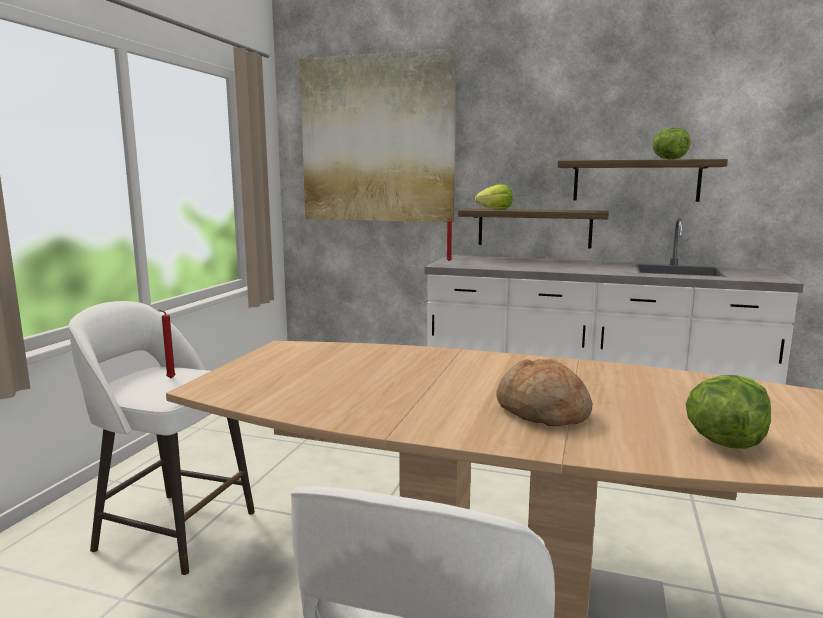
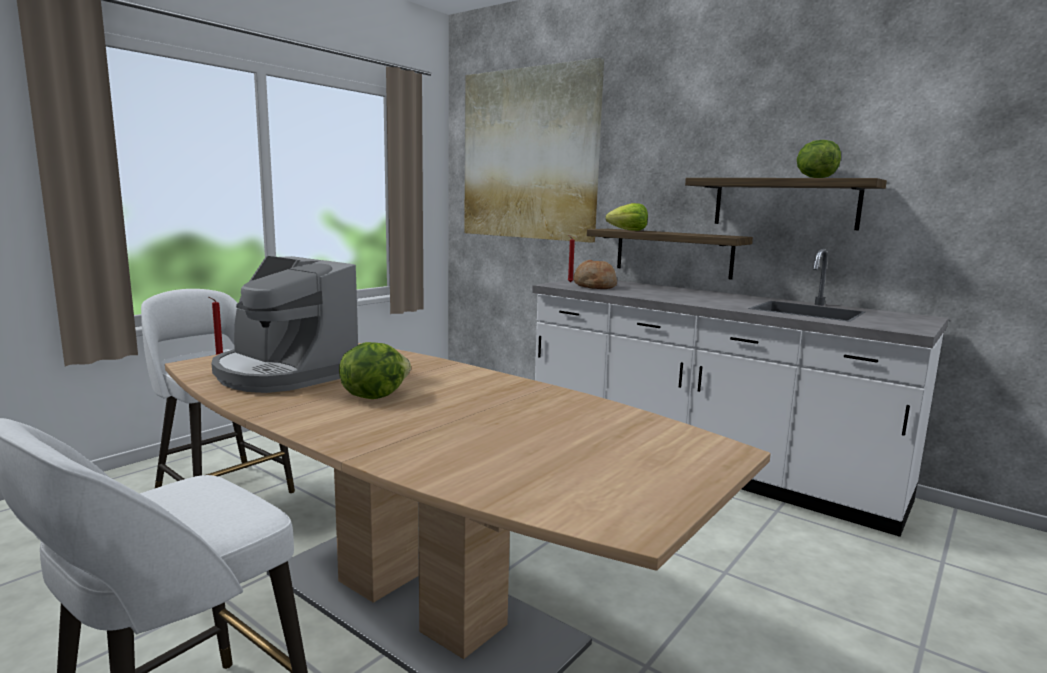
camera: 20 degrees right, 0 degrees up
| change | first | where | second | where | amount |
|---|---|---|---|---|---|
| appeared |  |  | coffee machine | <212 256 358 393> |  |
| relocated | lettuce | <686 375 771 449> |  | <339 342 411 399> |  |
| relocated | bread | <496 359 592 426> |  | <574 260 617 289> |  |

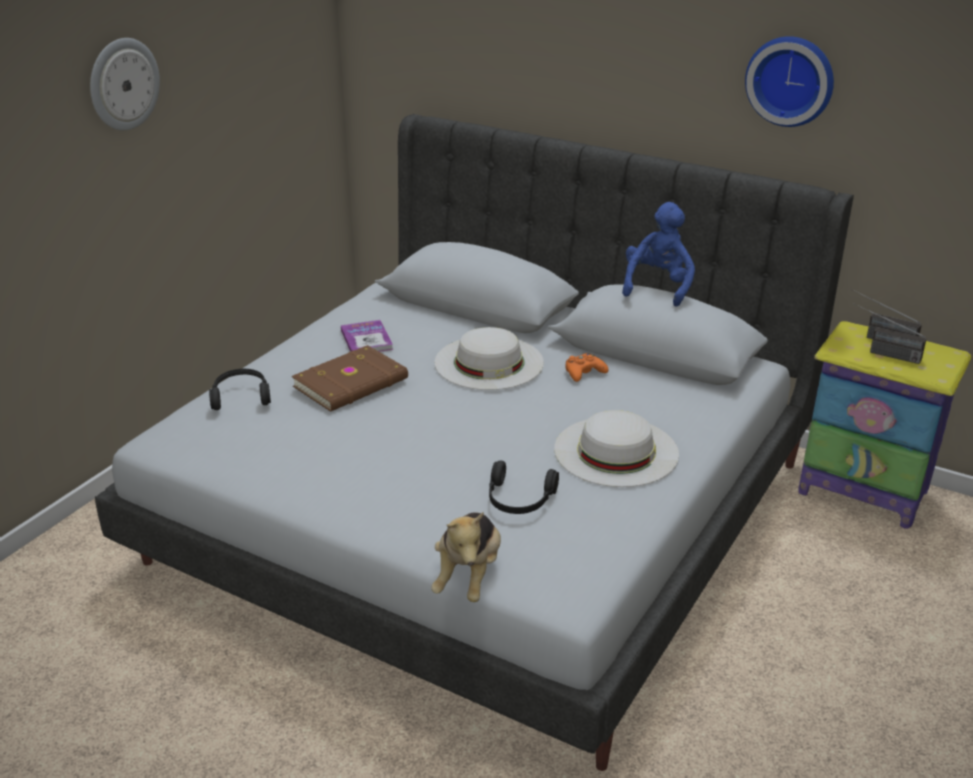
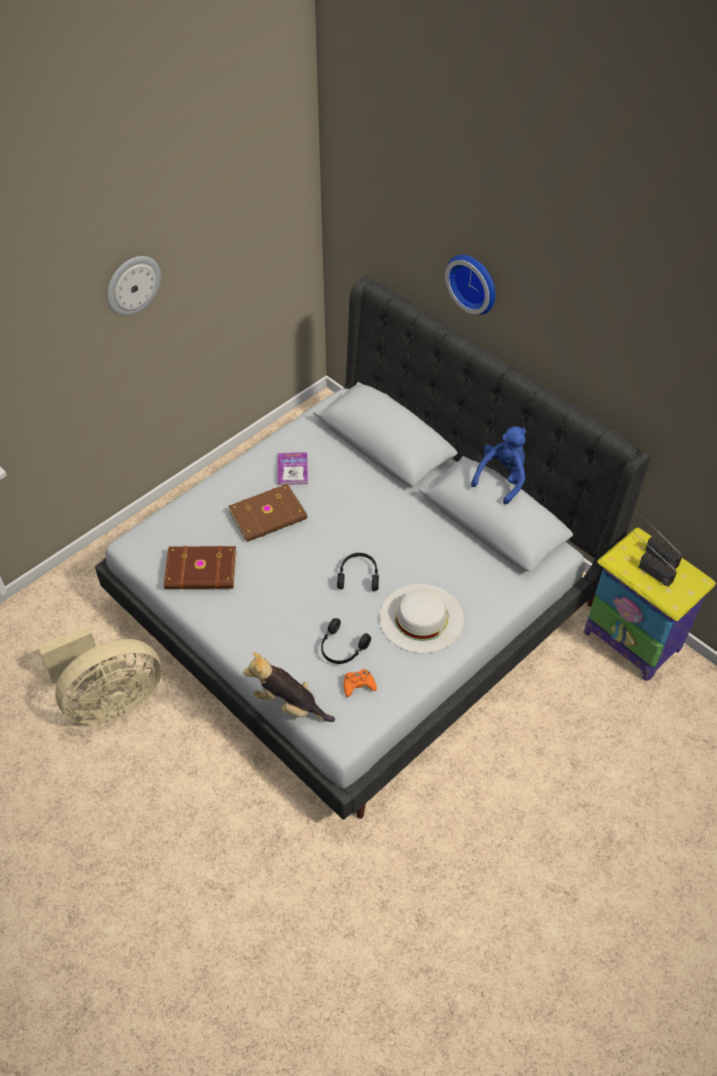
camera: 15 degrees right, 20 degrees up
| change | first | where | second | where | amount |
|---|---|---|---|---|---|
| appeared |  |  | beige fan | <38 626 162 724> |  |
| appeared |  |  | brown book | <164 546 237 589> |  |
| spun | plush toy | <431 511 501 602> |  | <243 652 335 722> | 90 degrees clockwise |
| relocated | black headphones | <209 369 271 410> |  | <337 553 379 591> |  |
| relocated | orange game controller | <565 353 609 382> |  | <344 669 377 697> |  |
| relocated | wall clock | <745 36 834 127> |  | <445 255 495 315> |  |
| missing | white hat | <435 327 544 390> |  |  |  |

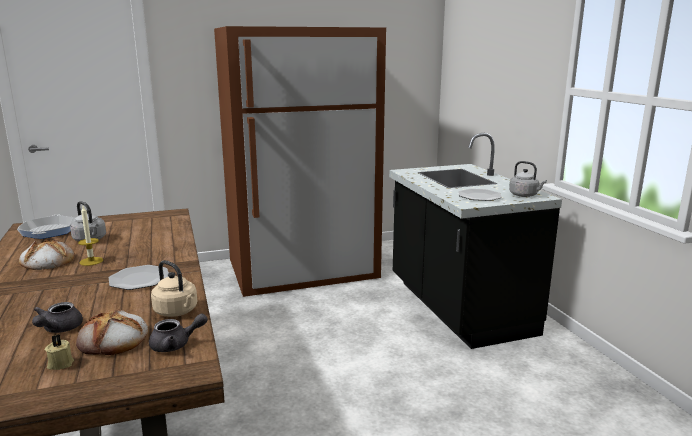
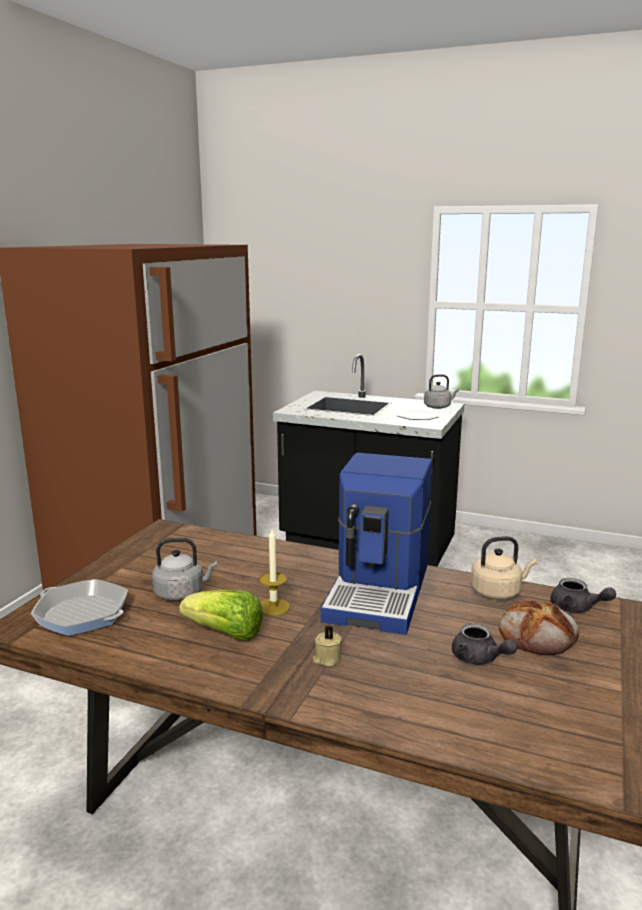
camera: 50 degrees left, 0 degrees up
| change | first | where | second | where | amount |
|---|---|---|---|---|---|
| exchanged | bread | <19 240 75 270> | lettuce | <179 590 263 641> |  |
| relocated | beige candle | <45 334 74 370> |  | <313 626 341 667> |  |
| exchanged | plate | <109 265 169 290> | coffee machine | <321 453 432 635> |  |
| spun | grey teapot | <149 314 208 352> |  | <551 578 616 613> | 105 degrees clockwise |

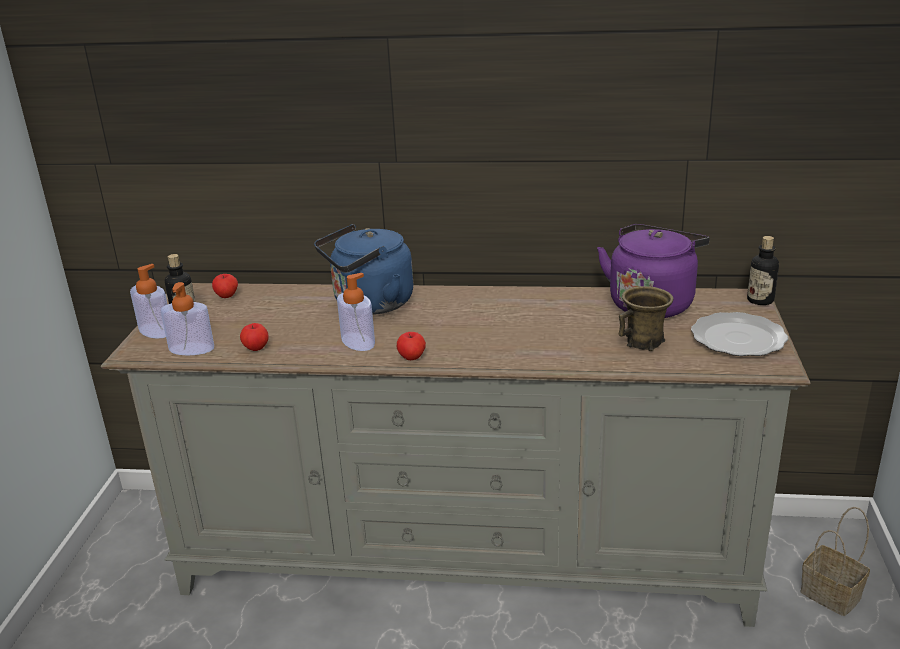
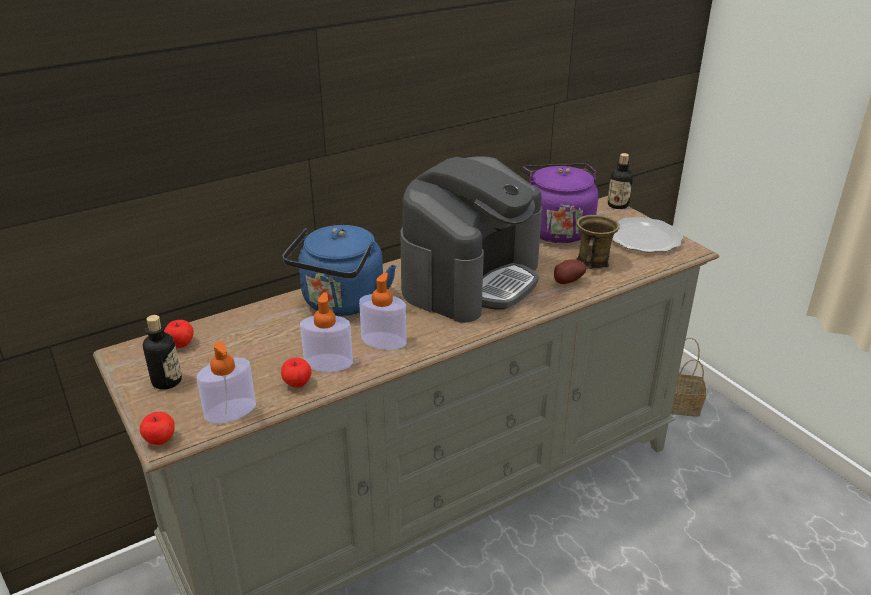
camera: 40 degrees left, 5 degrees up
| change | first | where | second | where | amount |
|---|---|---|---|---|---|
| relocated | apple | <396 332 426 360> |  | <140 412 175 445> |  |
| relocated | soap dispenser | <130 264 168 339> |  | <300 292 353 372> |  |
| appeared |  |  | coffee machine | <400 156 542 322> |  |
| appeared |  |  | potato | <554 259 587 284> |  |

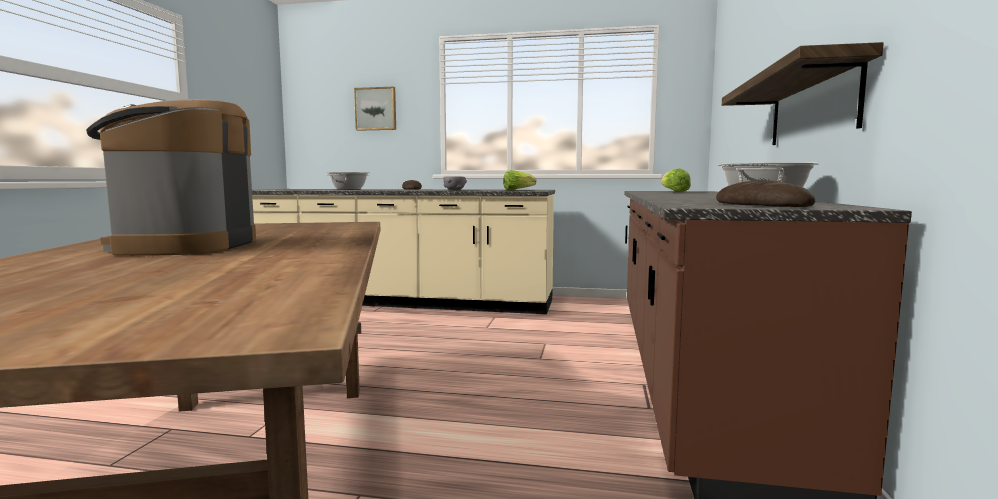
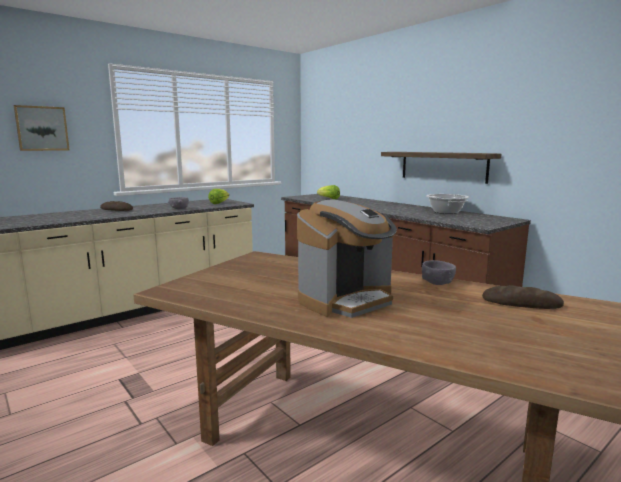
camera: 50 degrees left, 5 degrees up
| change | first | where | second | where | amount |
|---|---|---|---|---|---|
| spun | coffee machine | <86 99 256 256> |  | <297 199 397 318> | 75 degrees counterclockwise |
| appeared |  |  | grey bowl | <422 260 456 285> |  |
| relocated | bread | <716 181 815 207> |  | <482 285 564 309> |  |
| missing | cooking pot | <326 172 370 190> |  |  |  |

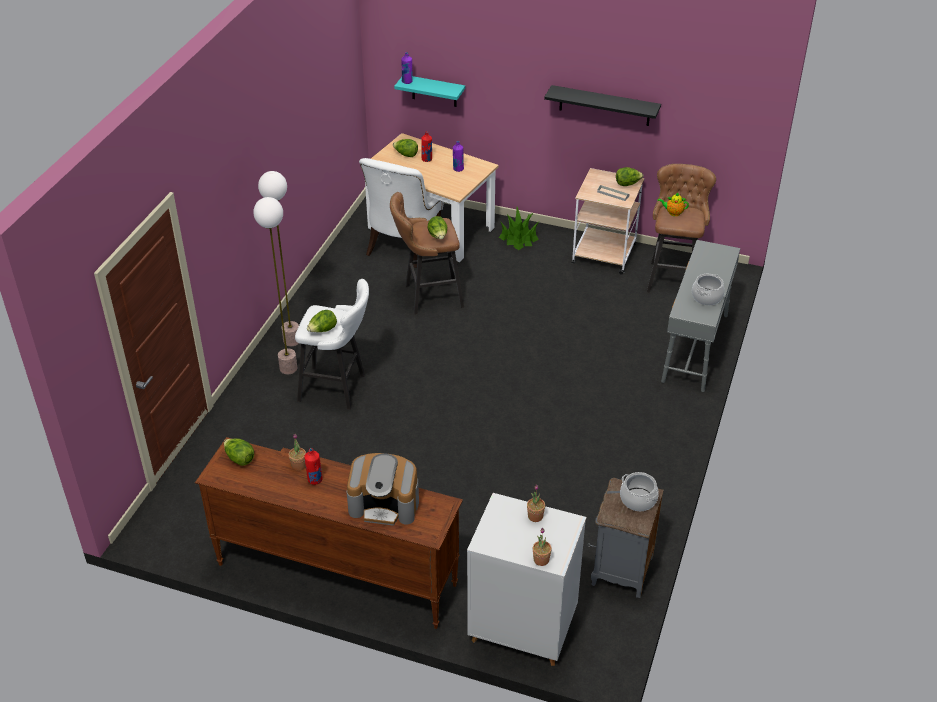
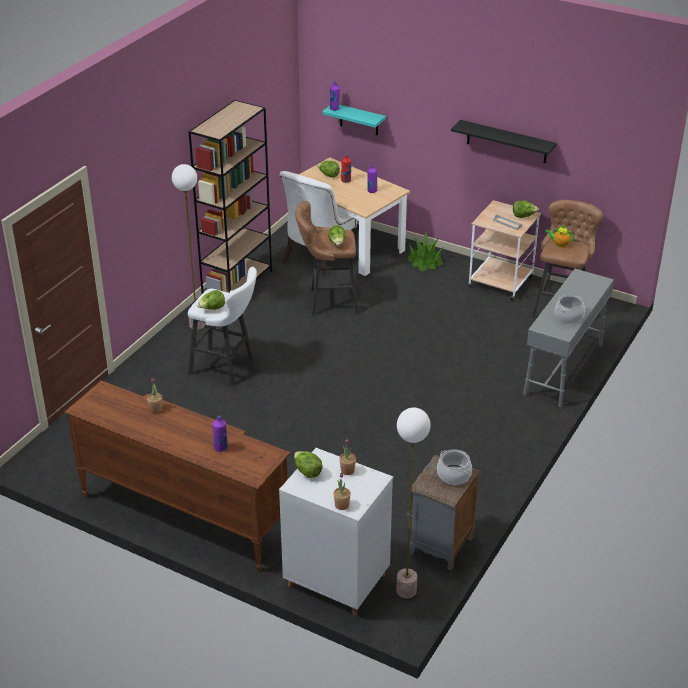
camera: 10 degrees right, 5 degrees down
| change | first | where | second | where | amount |
|---|---|---|---|---|---|
| appeared |  |  | beige bookcase | <189 100 272 294> |  |
| exchanged | coffee machine | <347 453 419 526> | purple bottle | <213 416 228 452> |  |
| relocated | lettuce | <224 438 254 466> |  | <294 451 322 478> |  |
| relocated | floor lamp | <253 197 297 374> |  | <396 408 431 598> |  |
| missing | red bottle | <304 448 322 485> |  |  |  |

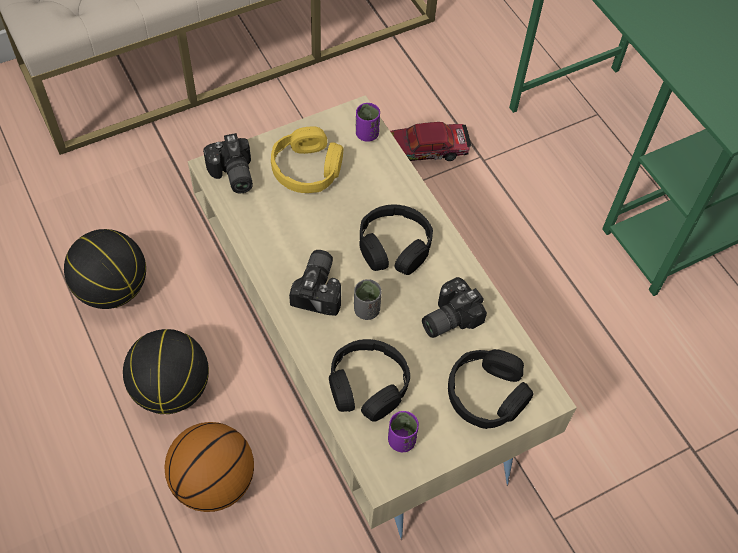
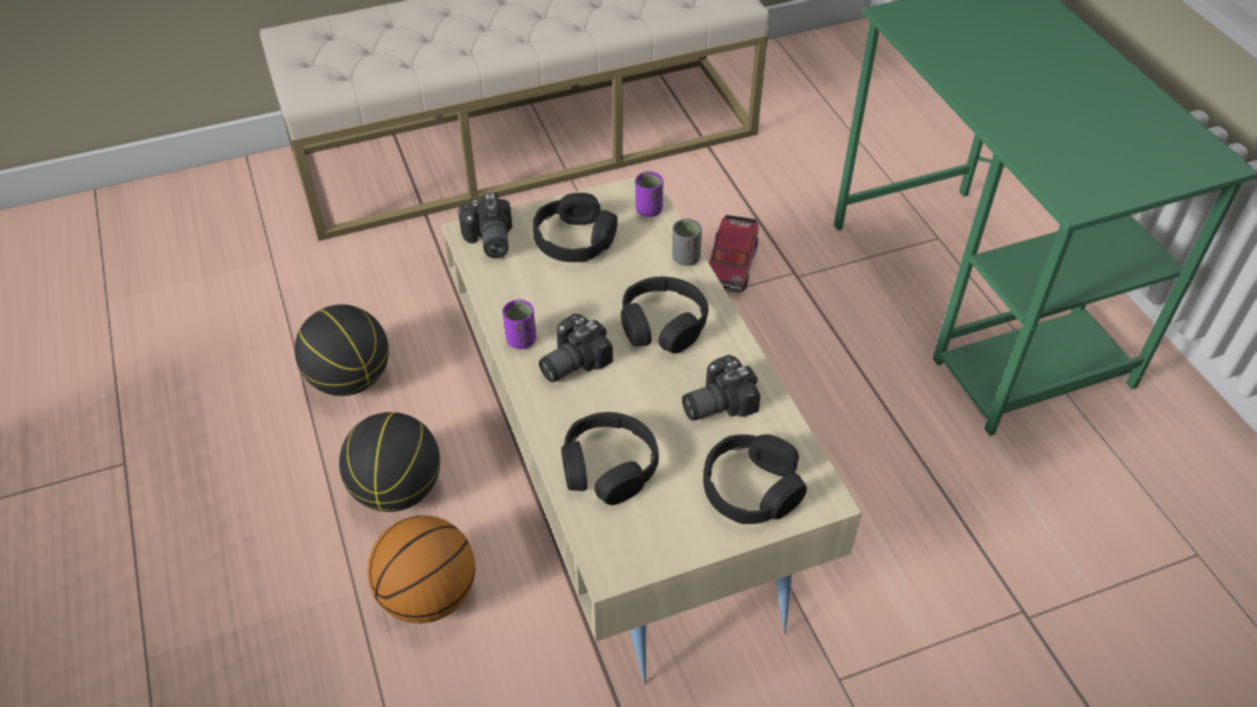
camera: 10 degrees right, 10 degrees down
| change | first | where | second | where | amount |
|---|---|---|---|---|---|
| relocated | purple cup | <388 411 419 452> |  | <502 299 536 349> |  |
| colour | yellow headphones | <271 126 343 193> | black headphones | <533 193 618 262> |  |
| spun | photo camera | <289 250 341 316> |  | <539 314 613 382> | 150 degrees counterclockwise |
| relocated | grey cup | <354 279 381 320> |  | <672 219 702 266> |  |
| spun | toy car | <390 122 471 161> |  | <709 215 759 293> | 75 degrees counterclockwise |

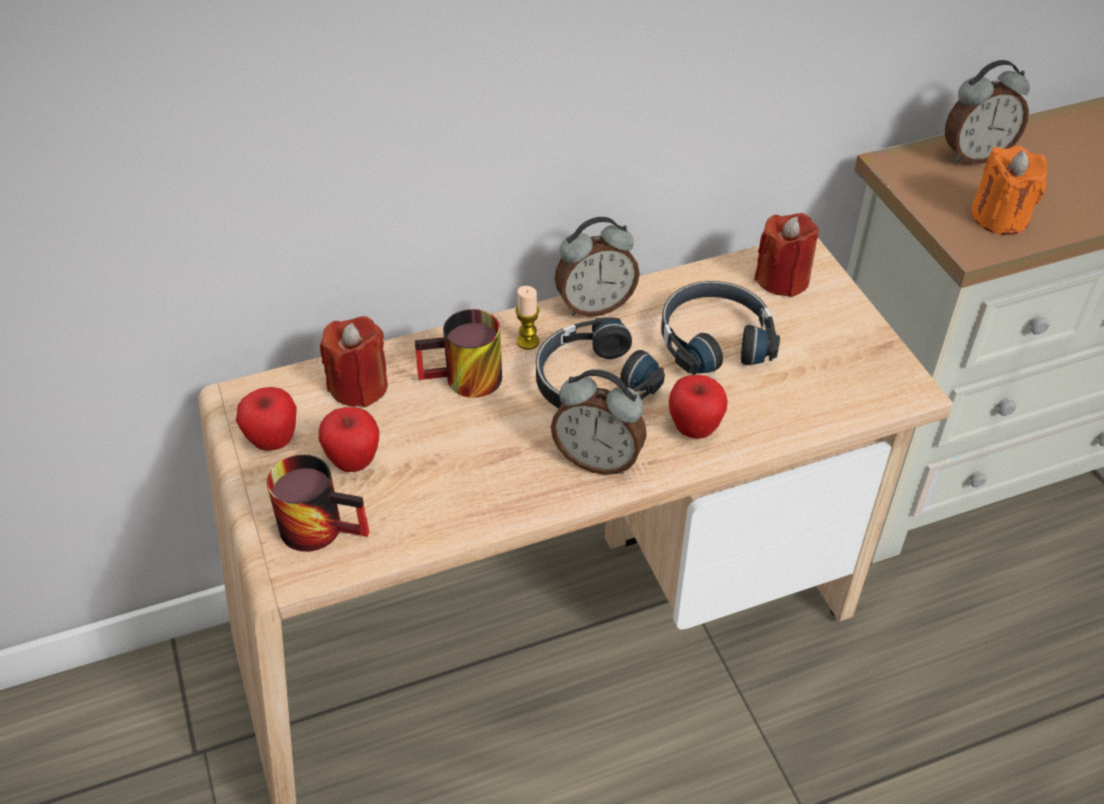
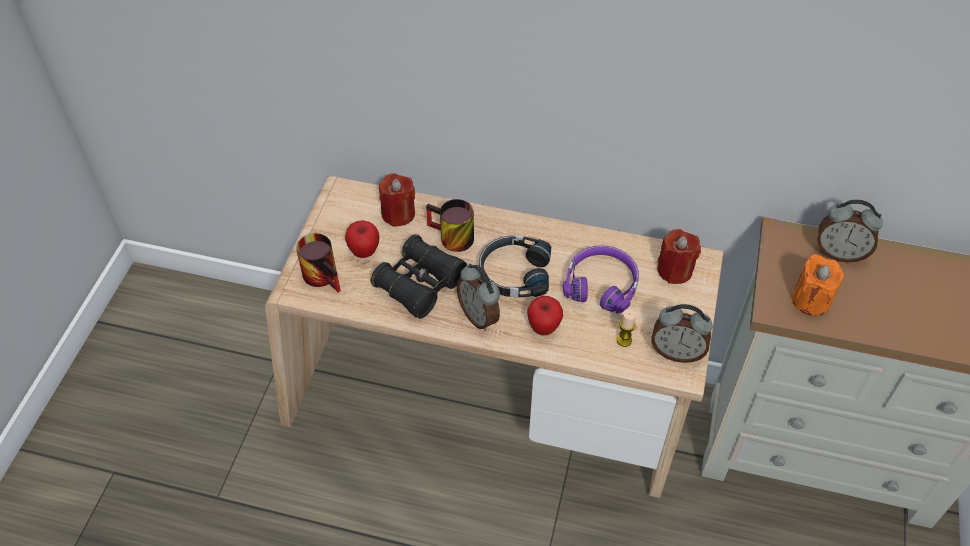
camera: 35 degrees right, 5 degrees up
| change | first | where | second | where | amount |
|---|---|---|---|---|---|
| appeared |  |  | black binoculars | <371 234 467 319> |  |
| colour | black headphones | <661 281 780 375> | purple headphones | <563 245 639 314> |  |
| relocated | candle | <516 286 539 350> |  | <617 309 636 347> |  |
| relocated | alarm clock | <555 217 640 317> |  | <652 304 712 363> |  |
| missing | apple | <236 387 297 451> |  |  |  |

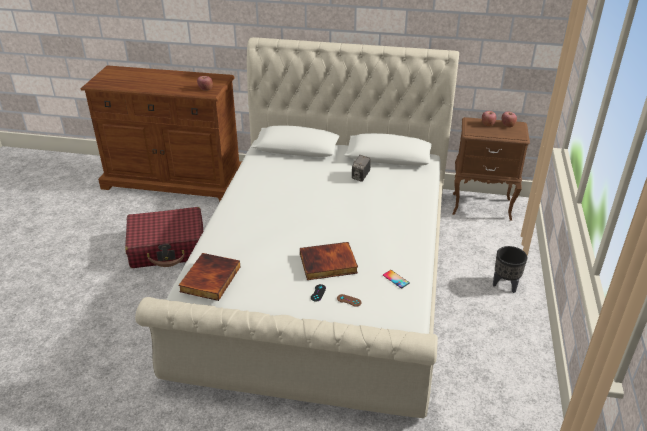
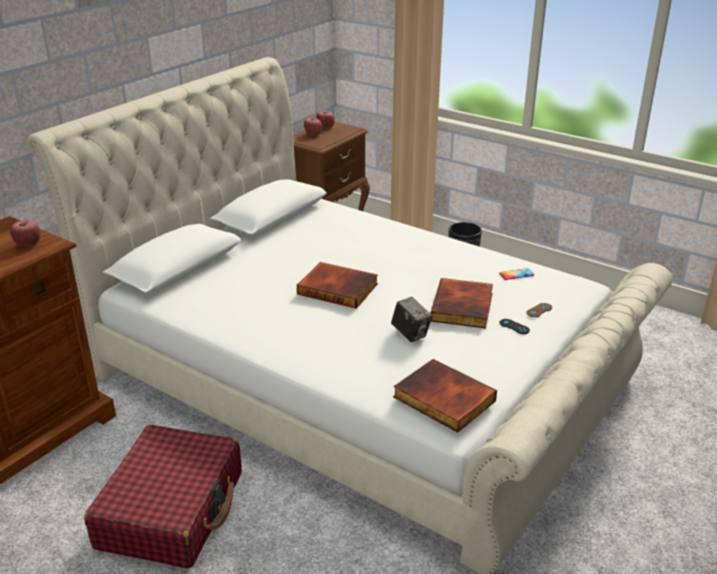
camera: 65 degrees left, 5 degrees down
| change | first | where | second | where | amount |
|---|---|---|---|---|---|
| appeared |  |  | book | <297 262 378 309> |  |
| relocated | photo camera | <352 155 371 182> |  | <391 297 432 342> |  |

